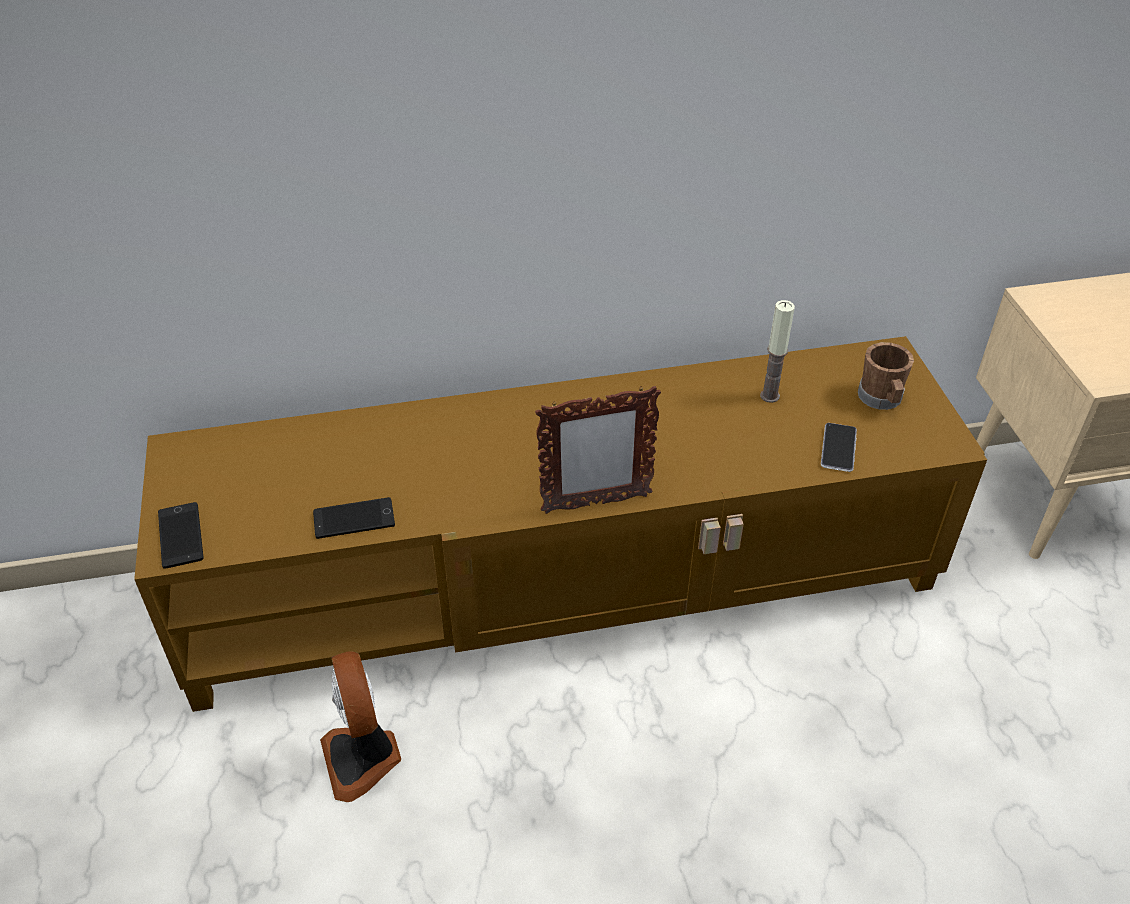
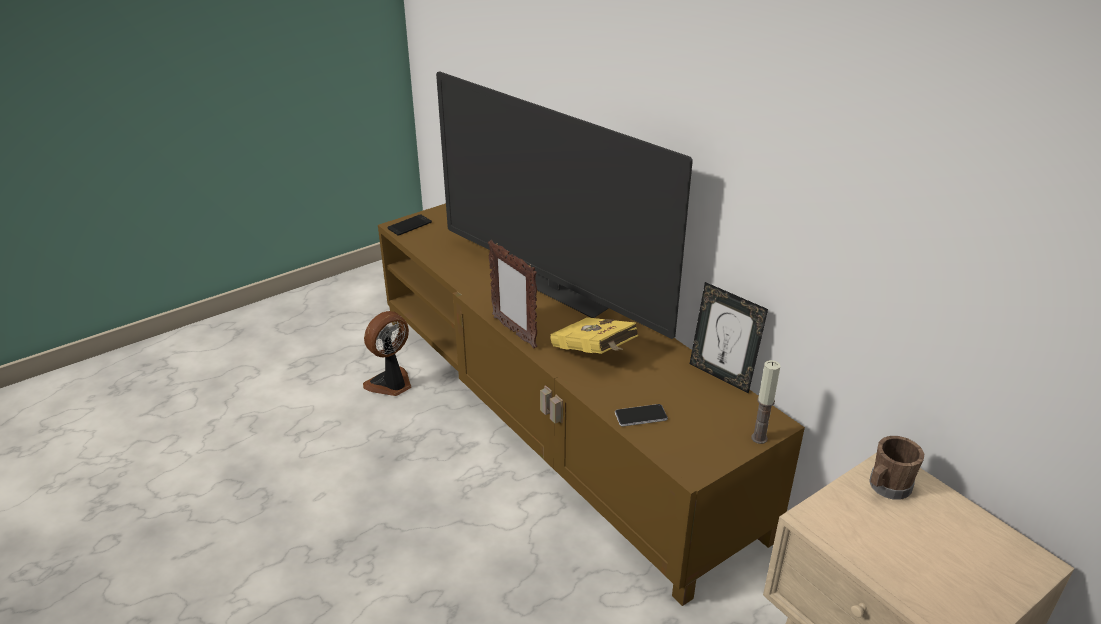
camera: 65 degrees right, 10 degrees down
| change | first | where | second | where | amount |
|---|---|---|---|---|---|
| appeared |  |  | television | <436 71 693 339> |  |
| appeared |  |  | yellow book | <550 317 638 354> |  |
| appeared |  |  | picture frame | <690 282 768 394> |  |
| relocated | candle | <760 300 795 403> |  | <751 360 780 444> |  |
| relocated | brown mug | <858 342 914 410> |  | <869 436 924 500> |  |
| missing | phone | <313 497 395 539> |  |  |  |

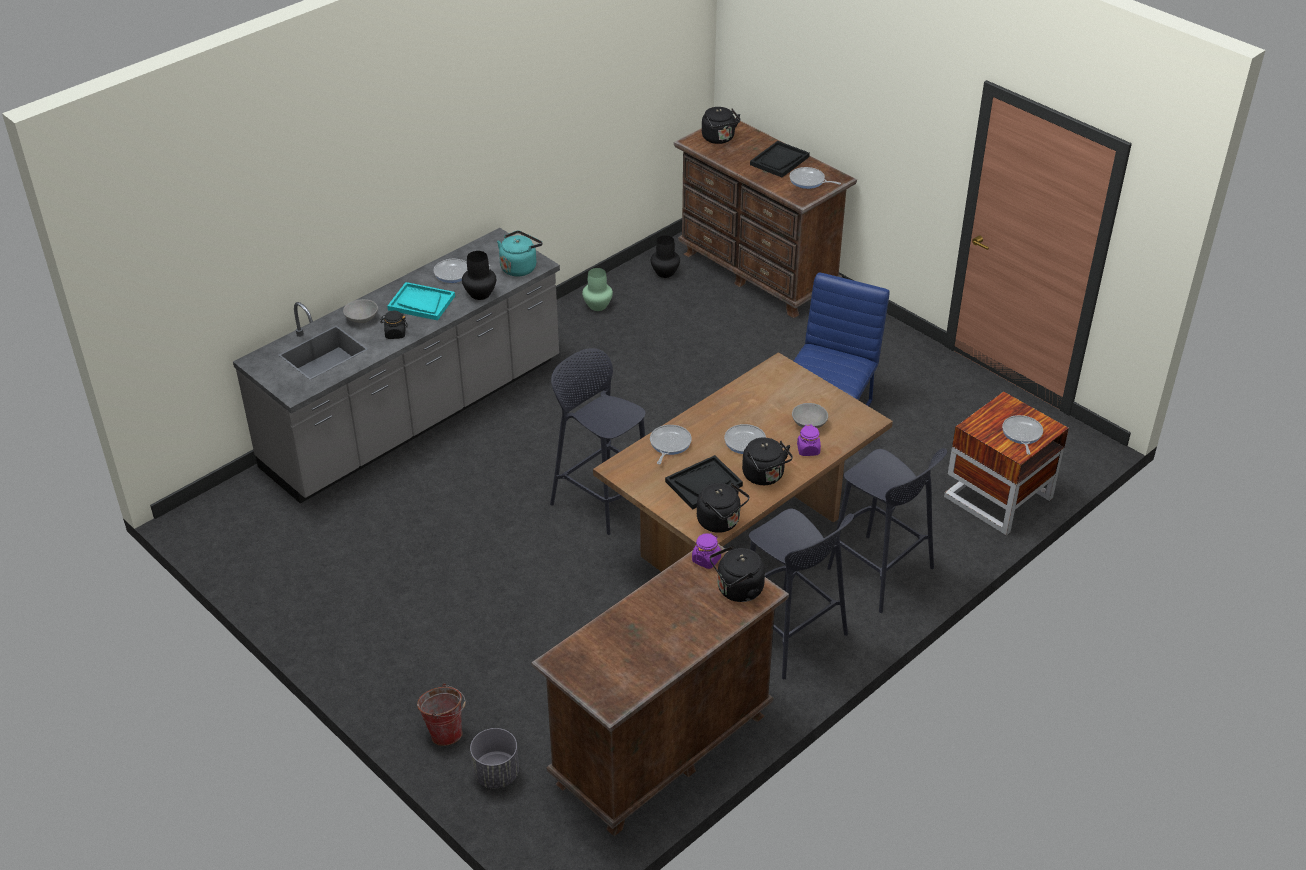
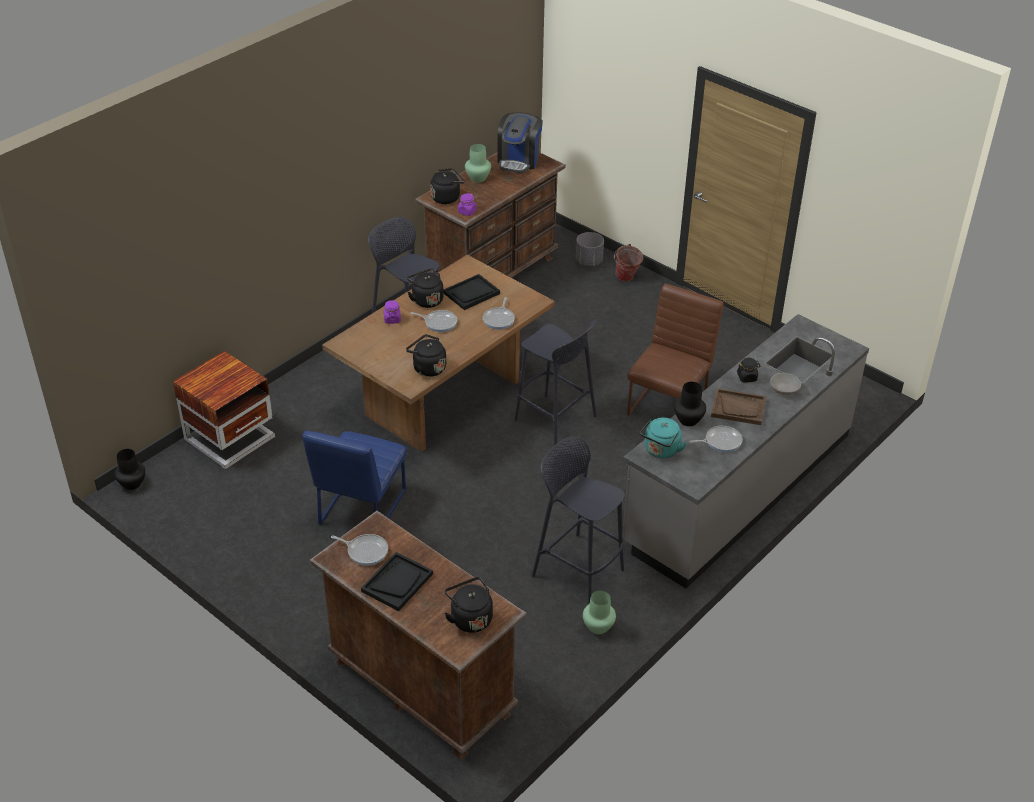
camera: 175 degrees right, 0 degrees up
| change | first | where | second | where | amount |
|---|---|---|---|---|---|
| relocated | black vase | <651 236 680 278> |  | <114 449 145 490> |  |
| relocated | black kettle | <697 483 750 533> |  | <406 334 446 377> |  |
| appeared |  |  | green vase | <465 144 491 183> |  |
| appeared |  |  | coffee machine | <498 112 543 173> |  |
| relocated | grey stool | <827 448 947 613> |  | <532 436 625 603> |  |
| appeared |  |  | brown chair | <627 283 724 416> |  |
| colour | turquoise tray | <387 282 455 320> | brown tray | <711 388 766 425> |  |
| missing | grey bowl | <792 403 828 428> |  |  |  |
| missing | frying pan | <1002 415 1043 455> |  |  |  |

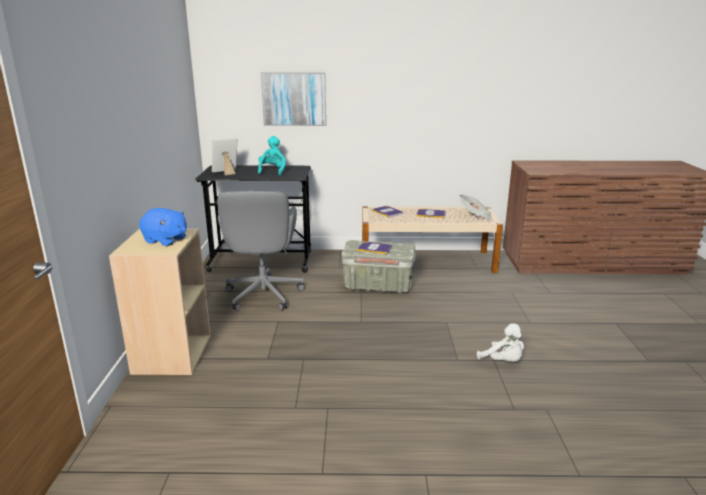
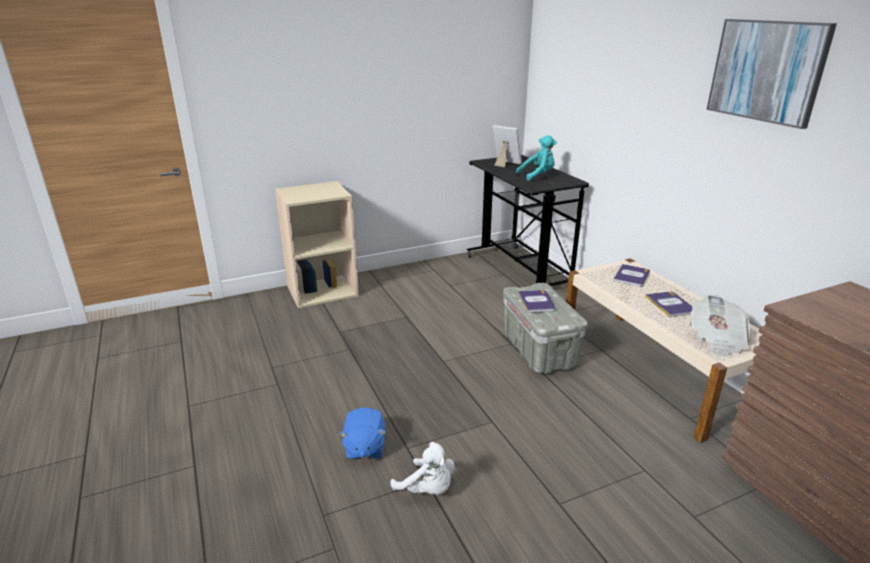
camera: 65 degrees right, 5 degrees up
| change | first | where | second | where | amount |
|---|---|---|---|---|---|
| relocated | blue plush toy | <139 208 187 246> |  | <339 407 386 460> |  |
| spun | white plush toy | <477 323 524 362> |  | <391 442 454 495> | 75 degrees counterclockwise |
| relocated | picture | <261 73 326 126> |  | <706 19 837 129> |  |
| missing | grey office chair | <217 191 305 311> |  |  |  |

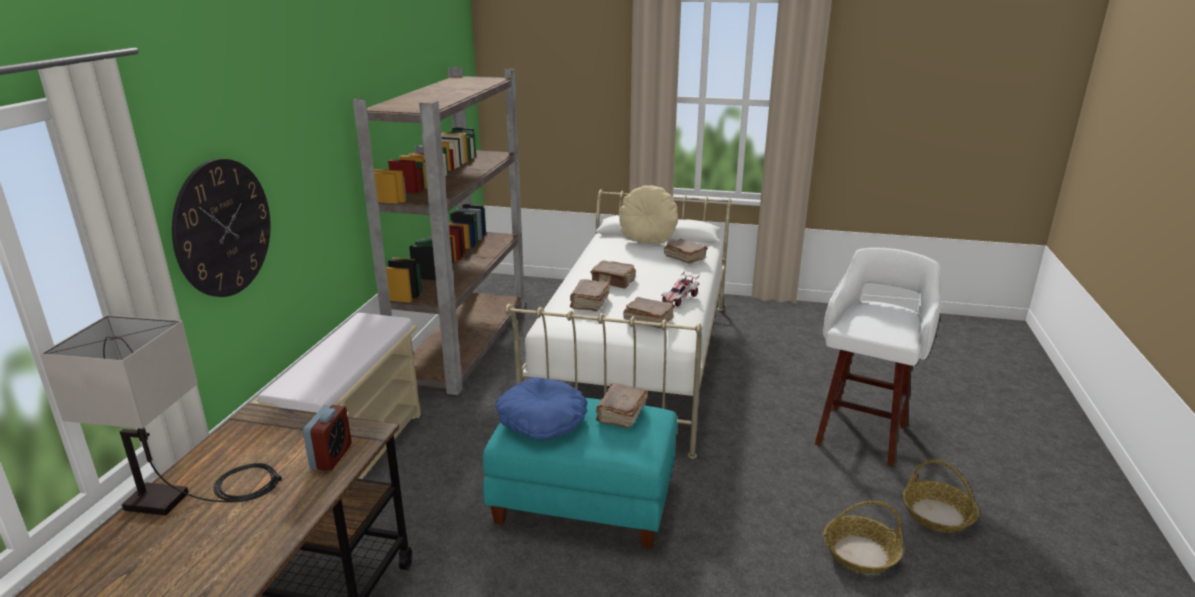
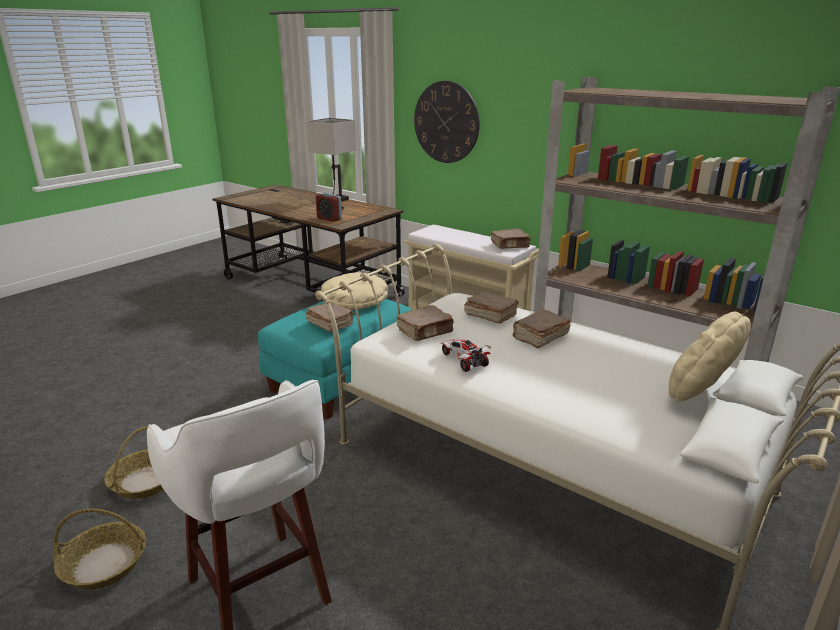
camera: 115 degrees right, 0 degrees up
| change | first | where | second | where | amount |
|---|---|---|---|---|---|
| colour | blue pillow | <495 377 587 440> | beige pillow | <321 272 388 310> |  |
| relocated | brown book | <664 239 708 264> |  | <491 228 531 249> |  |

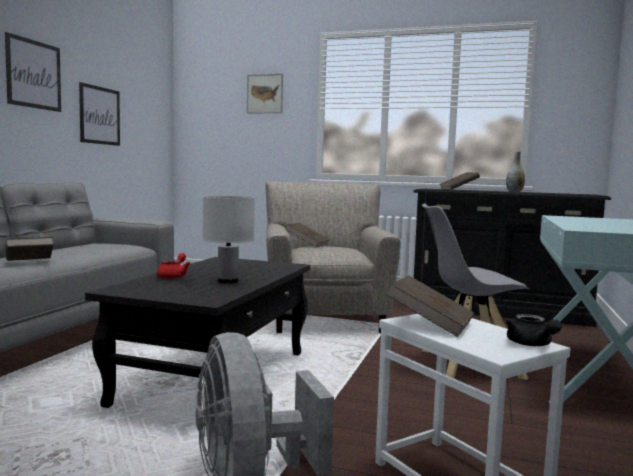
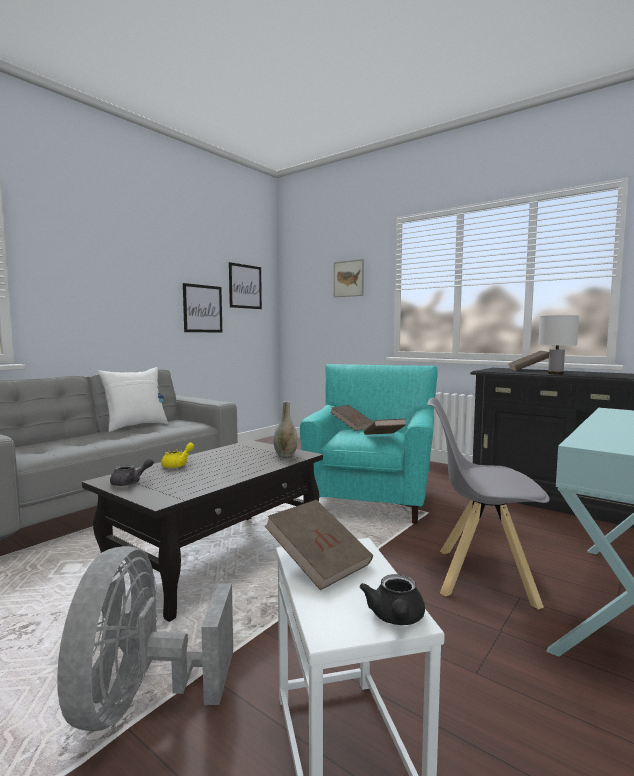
camera: 20 degrees right, 0 degrees up
| change | first | where | second | where | amount |
|---|---|---|---|---|---|
| appeared |  |  | white pillow | <98 367 168 432> |  |
| appeared |  |  | grey teapot | <110 458 154 486> |  |
| colour | red teapot | <156 253 191 279> | yellow teapot | <161 443 194 468> |  |
| relocated | picture | <5 32 61 112> |  | <229 262 262 309> |  |
| relocated | grey vase | <506 151 525 192> |  | <274 401 298 457> |  |
| colour | beige armchair | <265 181 401 334> | turquoise armchair | <300 364 438 524> |  |
| relocated | brown book | <6 237 54 261> |  | <364 419 407 435> |  |
| relocated | white table lamp | <202 196 255 284> |  | <538 315 579 374> |  |

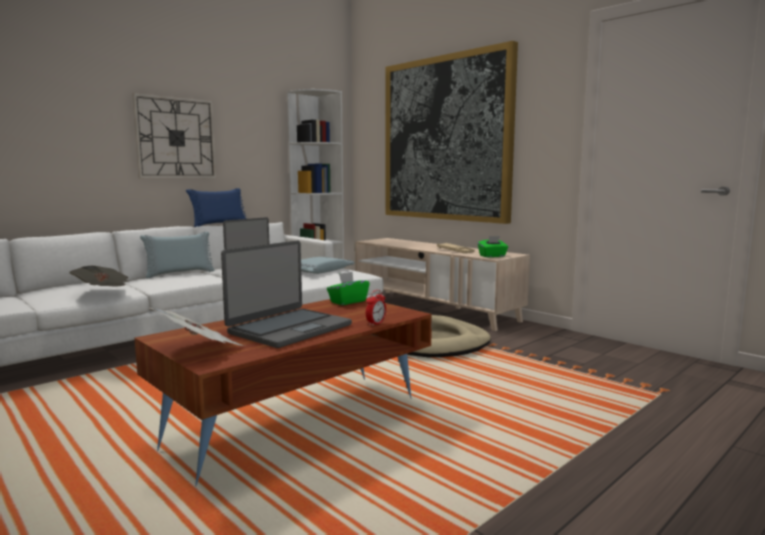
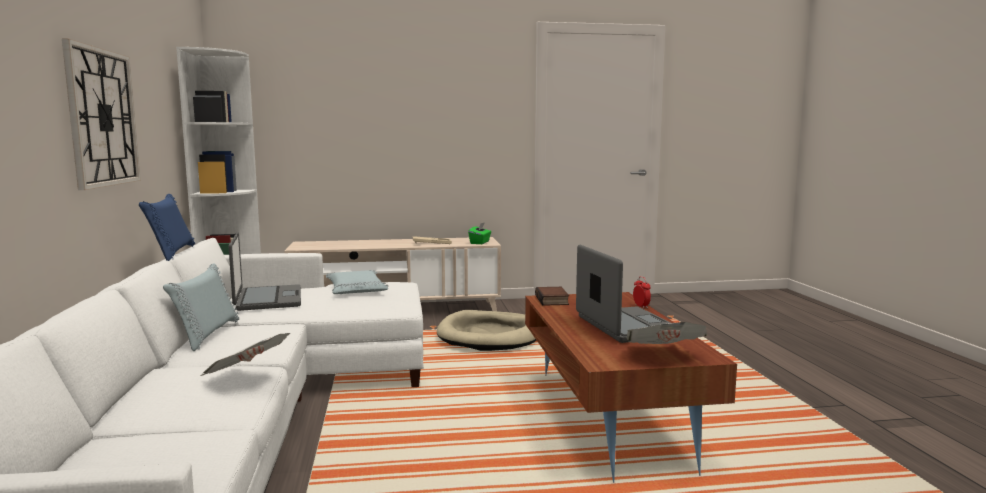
camera: 55 degrees left, 0 degrees up
| change | first | where | second | where | amount |
|---|---|---|---|---|---|
| exchanged | green tissue box | <327 272 370 305> | book | <535 287 569 306> |  |
| missing | picture | <385 41 518 224> |  |  |  |

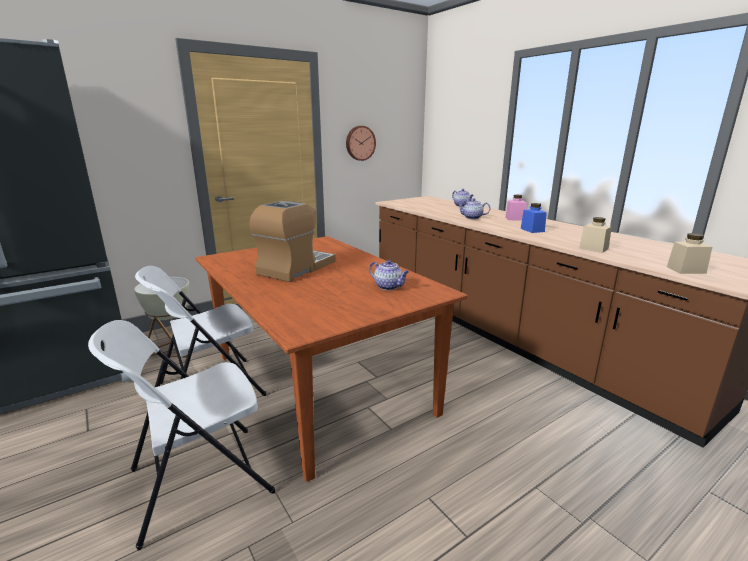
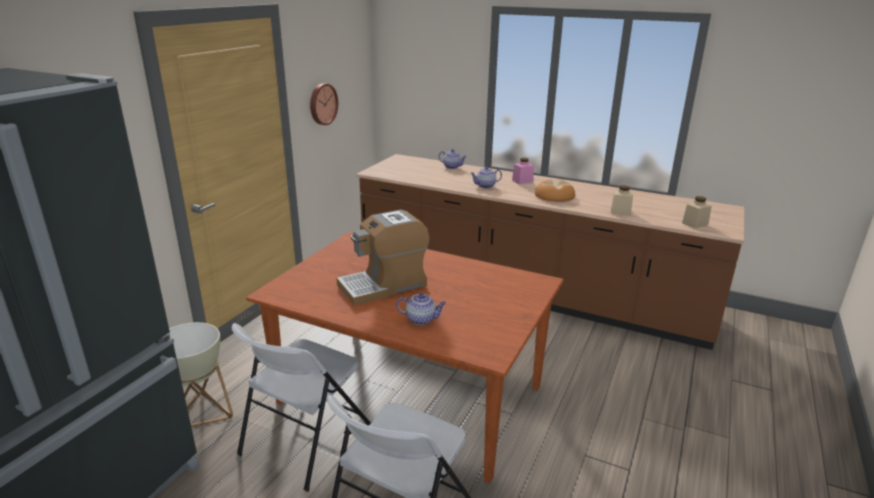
camera: 30 degrees left, 5 degrees up
| change | first | where | second | where | amount |
|---|---|---|---|---|---|
| spun | coffee machine | <249 201 336 282> |  | <337 210 429 306> | 120 degrees counterclockwise |
| relocated | teapot | <369 260 409 290> |  | <396 293 446 325> |  |
| exchanged | blue jar | <521 203 547 233> | bread | <534 180 575 202> |  |

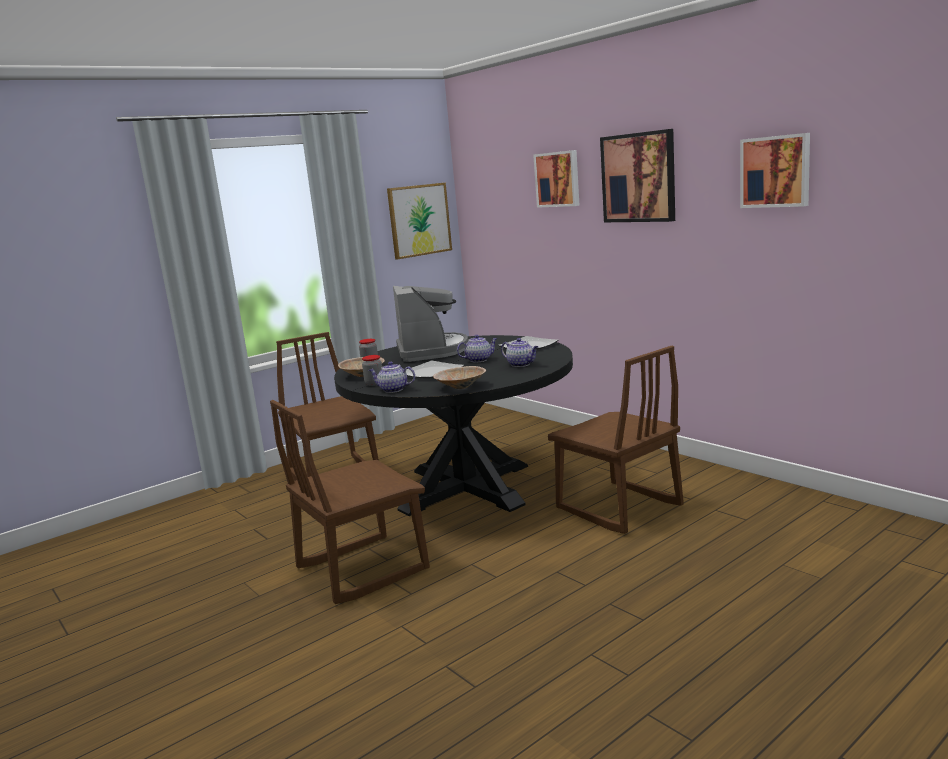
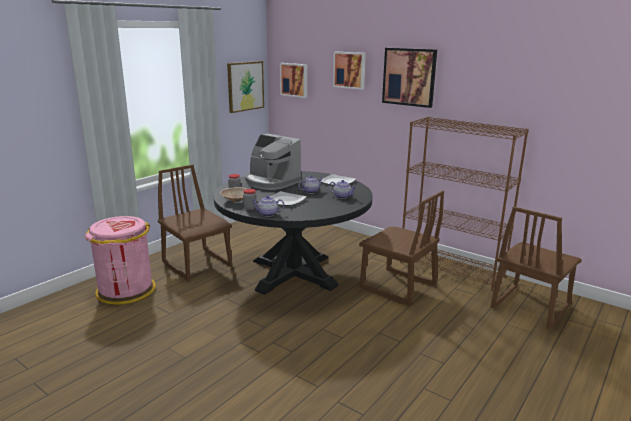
camera: 15 degrees left, 5 degrees up
| change | first | where | second | where | amount |
|---|---|---|---|---|---|
| appeared |  |  | pink trash can | <85 216 156 305> |  |
| spun | coffee machine | <393 286 468 362> |  | <245 134 301 190> | 150 degrees clockwise |
| relocated | picture | <740 133 810 208> |  | <280 63 307 98> |  |
| appeared |  |  | brown bookcase | <400 117 529 291> |  |
| relocated | brown chair | <270 400 430 604> |  | <490 207 582 329> |  |
| missing | beige bowl | <433 366 486 389> |  |  |  |

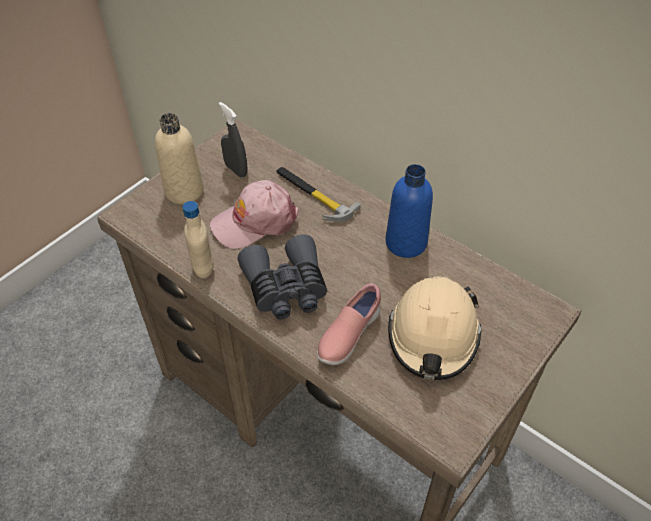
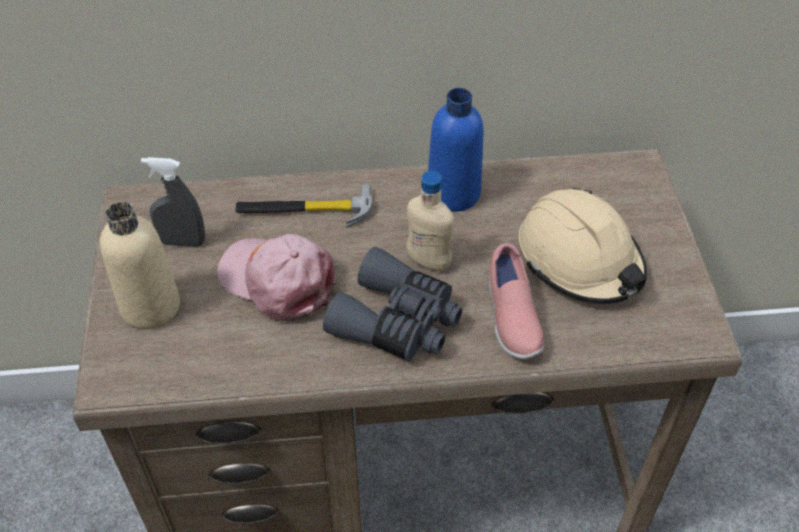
camera: 45 degrees left, 0 degrees up
| change | first | where | second | where | amount |
|---|---|---|---|---|---|
| spun | pink cap | <210 180 299 249> |  | <217 234 336 322> | 105 degrees clockwise |
| relocated | beige bottle | <182 201 214 279> |  | <406 171 454 271> |  |

